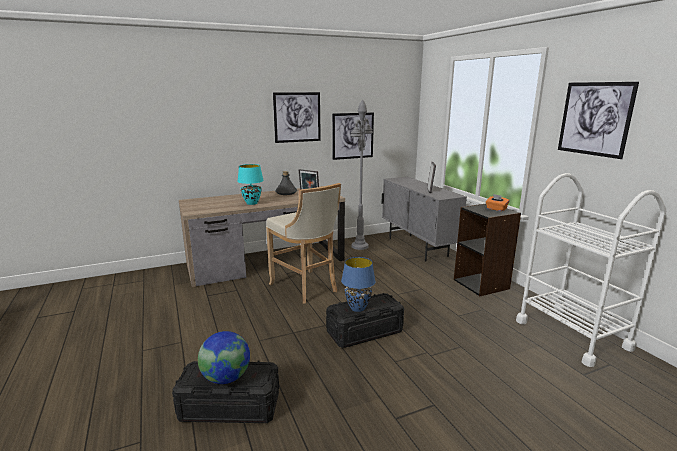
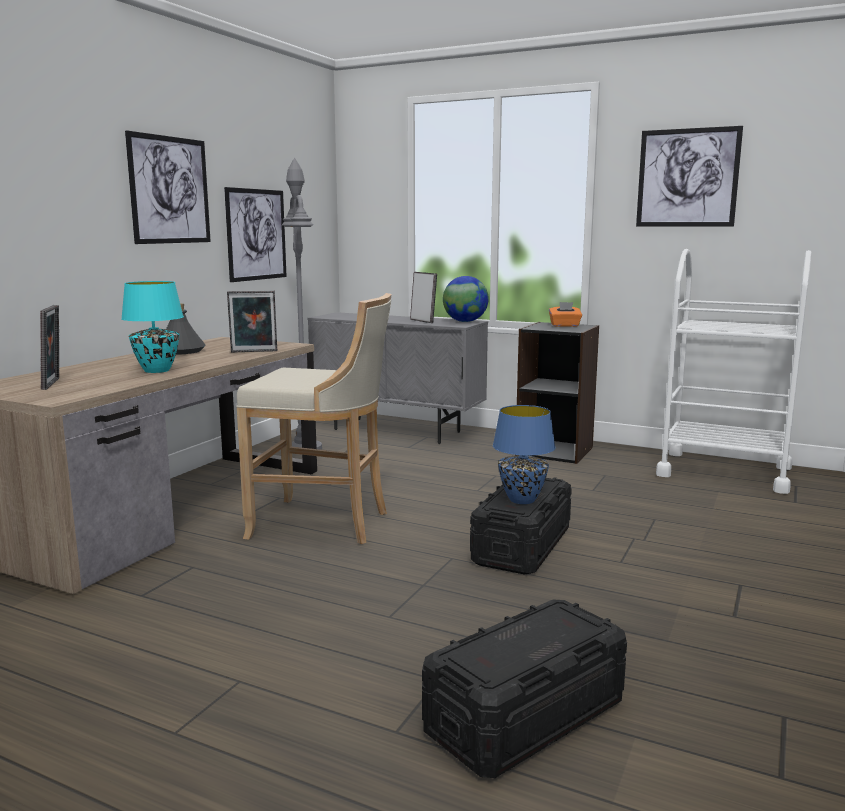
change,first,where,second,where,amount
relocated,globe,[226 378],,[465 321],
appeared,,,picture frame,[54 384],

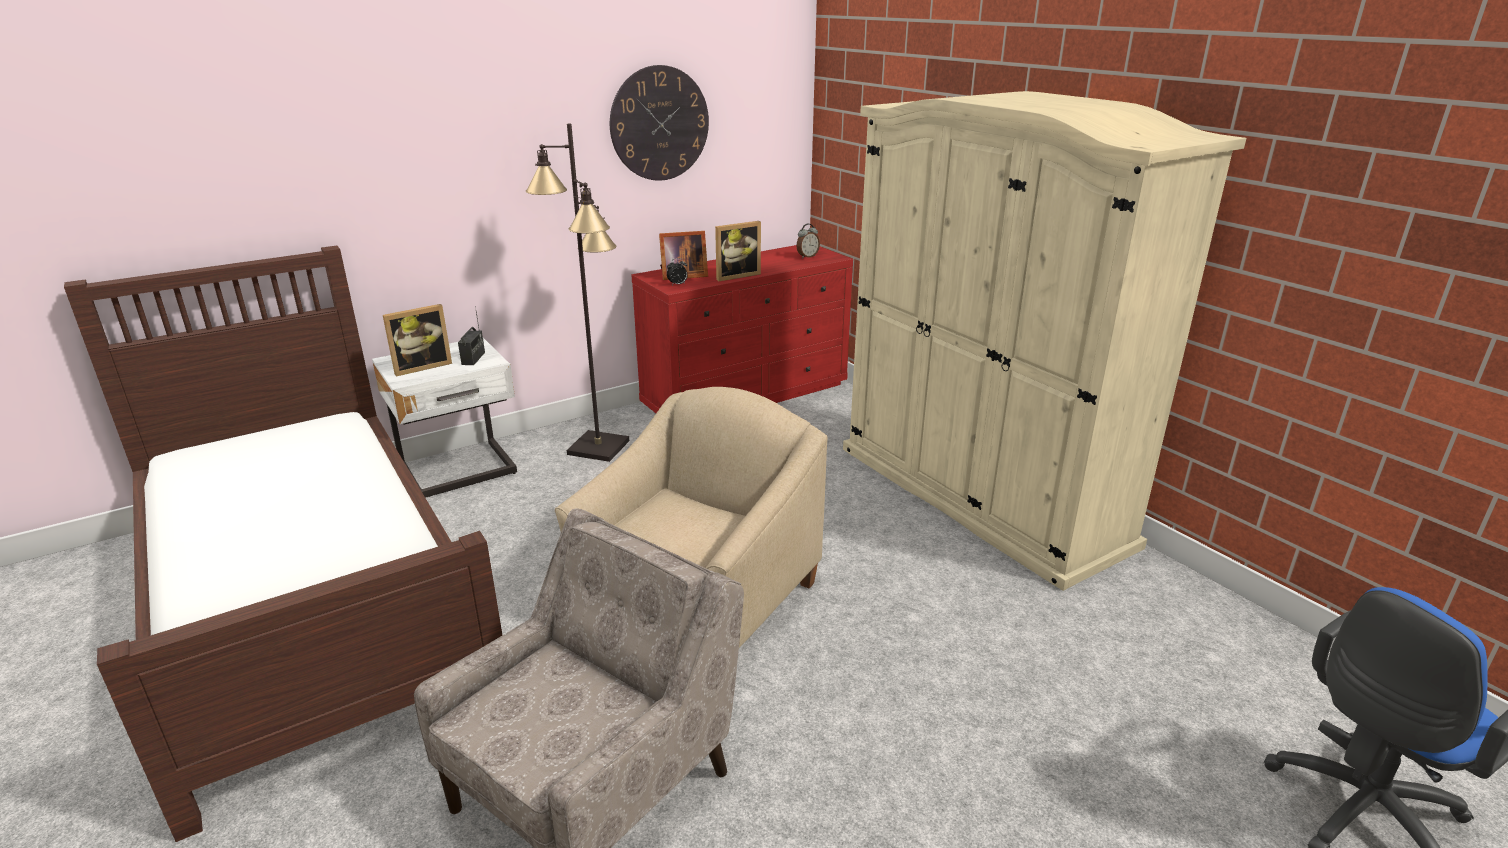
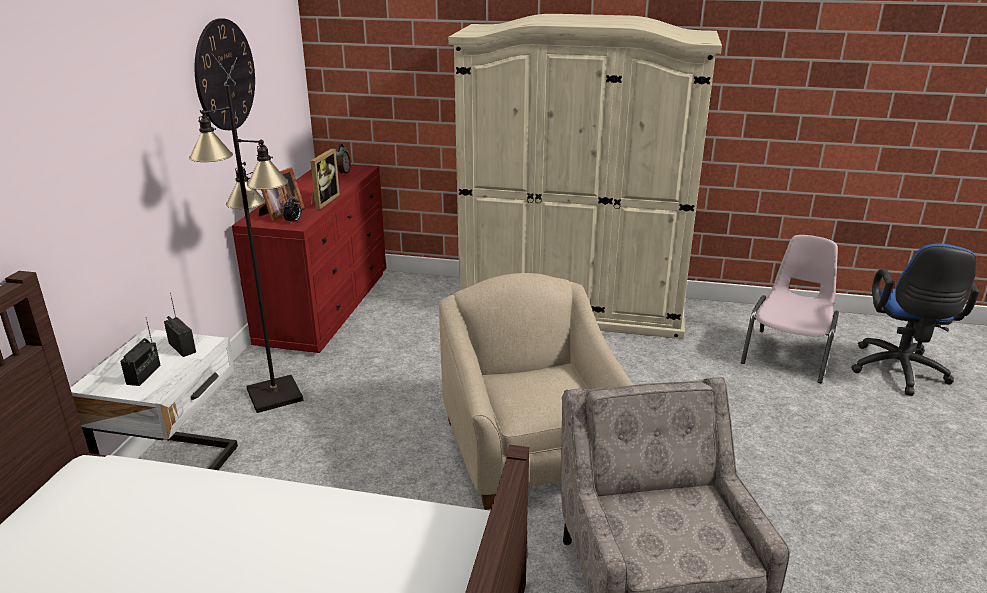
change,first,where,second,where,amount
exchanged,picture frame,[421 366],radio,[144 375],
appeared,,,chair in pink,[788 355],

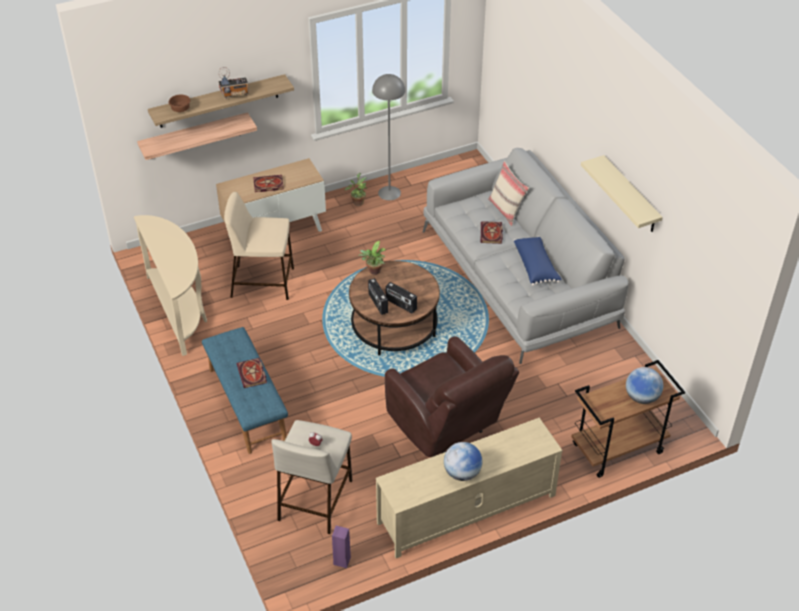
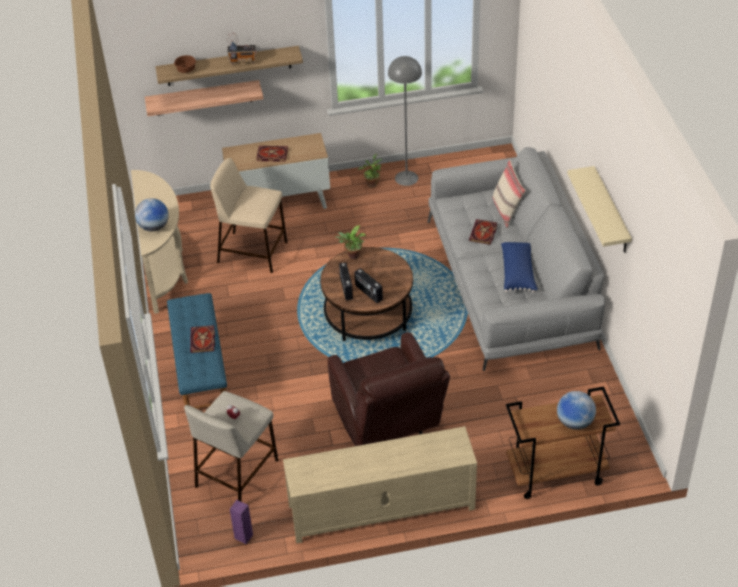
change,first,where,second,where,amount
relocated,globe,[462 473],,[154 227],

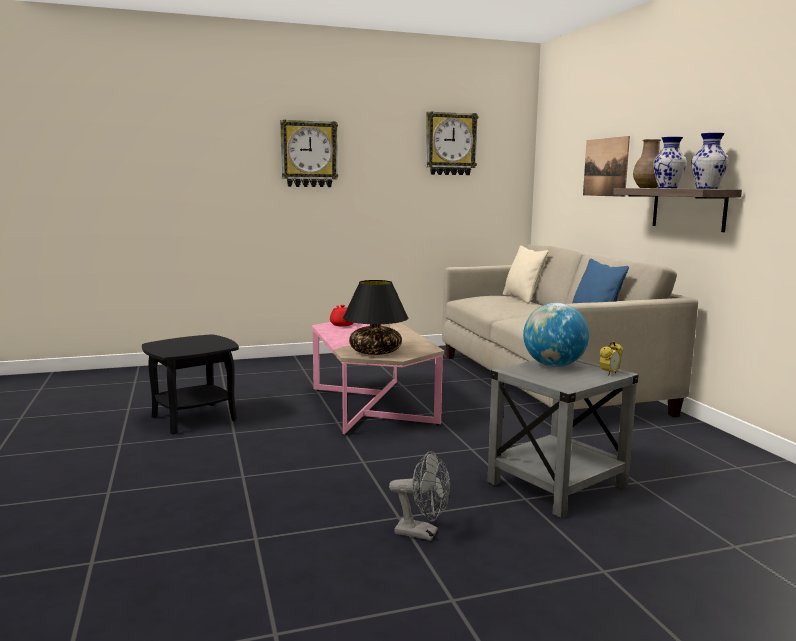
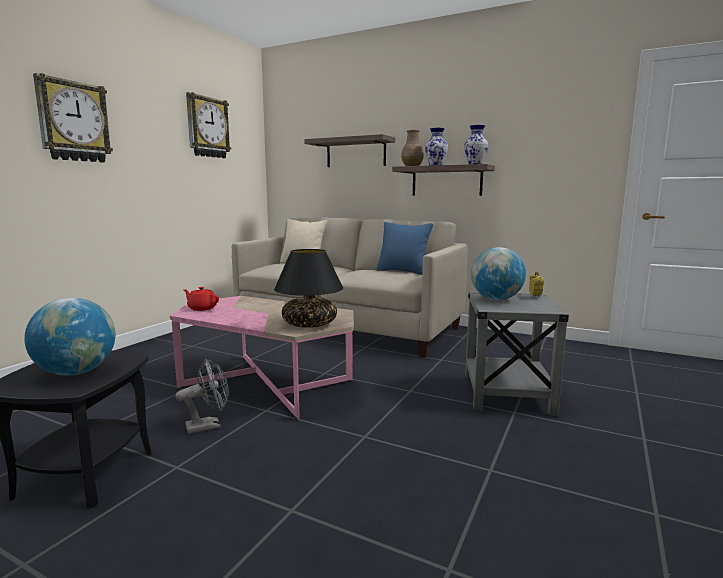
change,first,where,second,where,amount
relocated,fan in grey,[423 533],,[209 425],
exchanged,picture,[605 167],shelf,[356 153],
appeared,,,globe,[76 372],

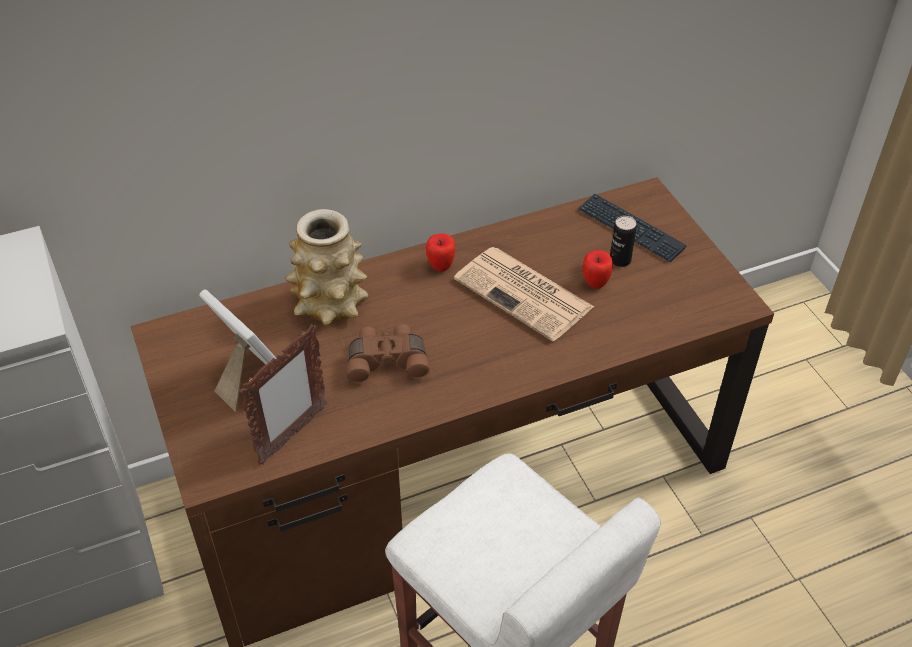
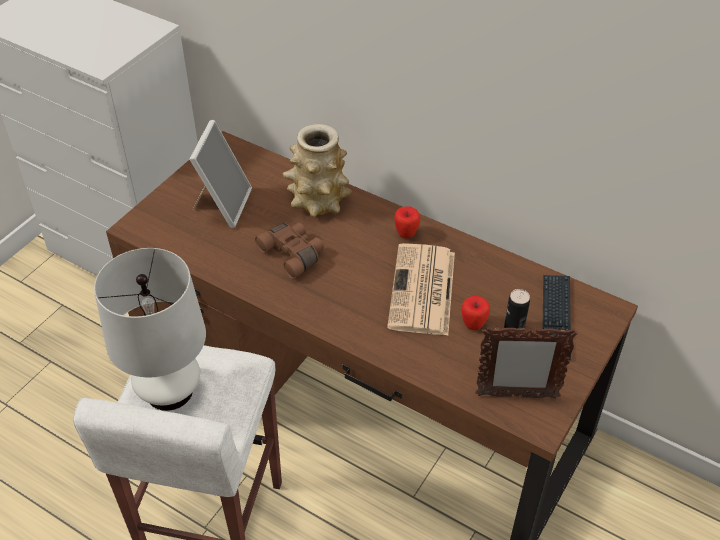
change,first,where,second,where,amount
relocated,picture frame,[292 435],,[516 396],
appeared,,,table lamp in white,[169 391],

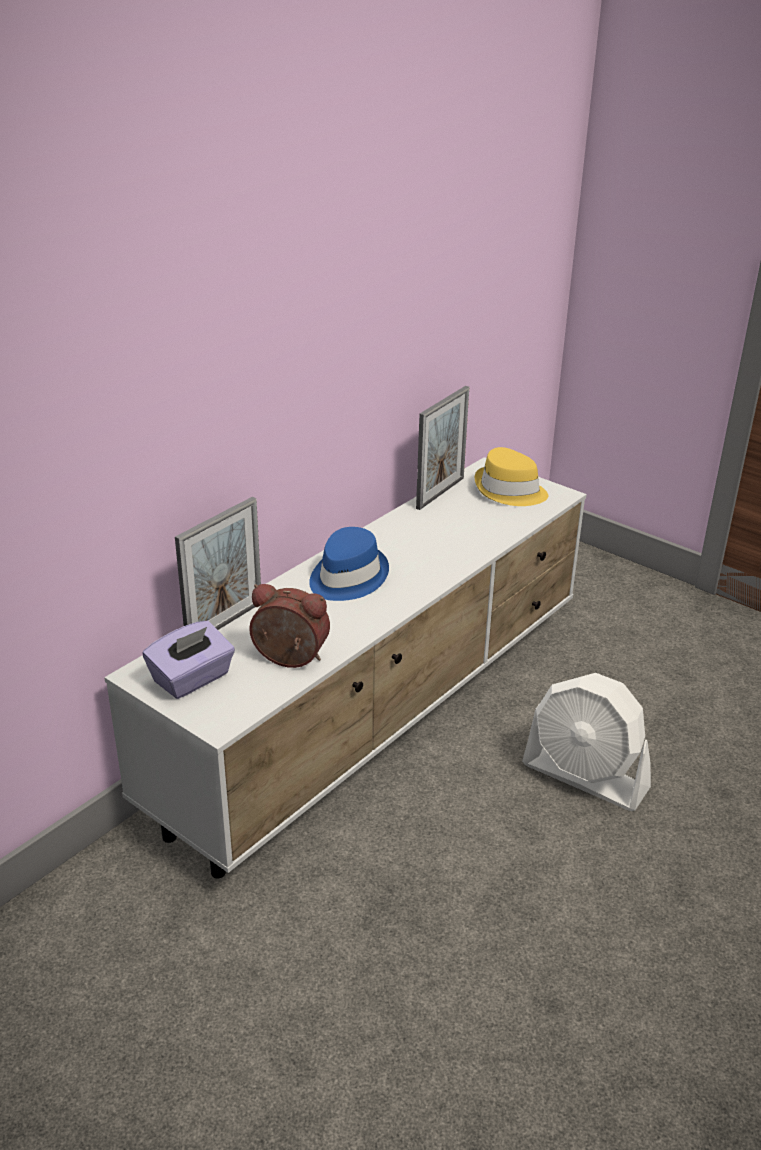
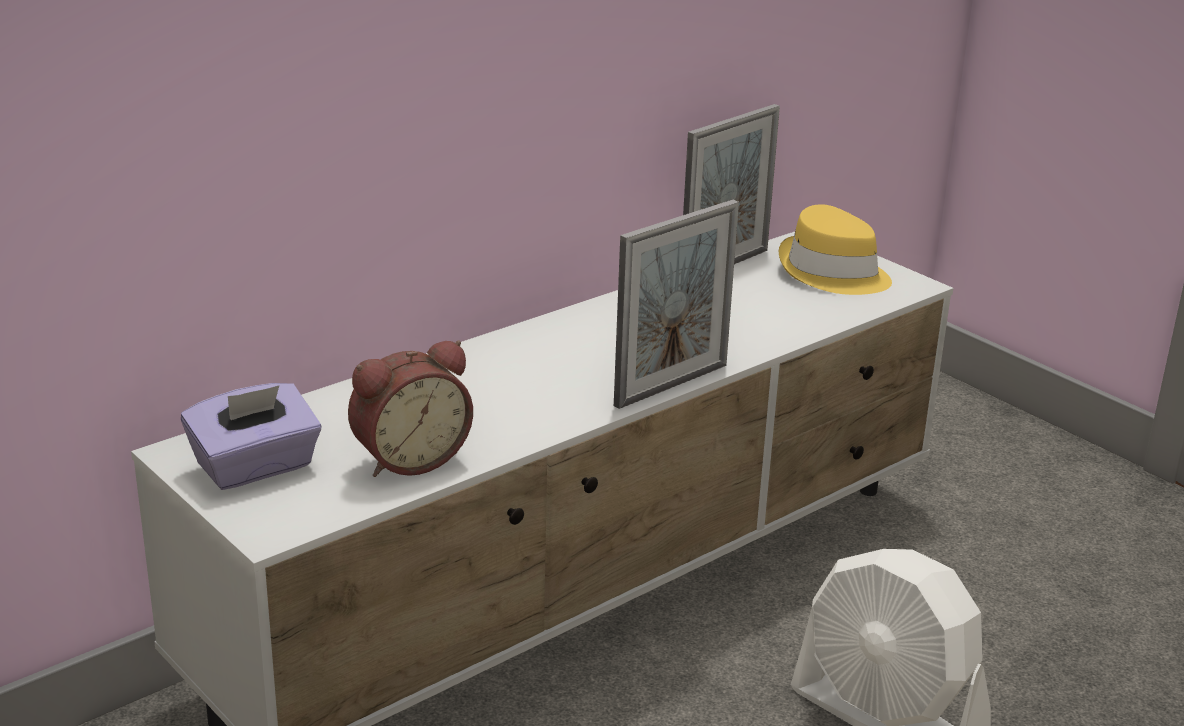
change,first,where,second,where,amount
relocated,picture frame,[225 623],,[671 385],
spun,alarm clock,[289 660],,[409 458],120 degrees clockwise
missing,hat in blue,[347 577],,,

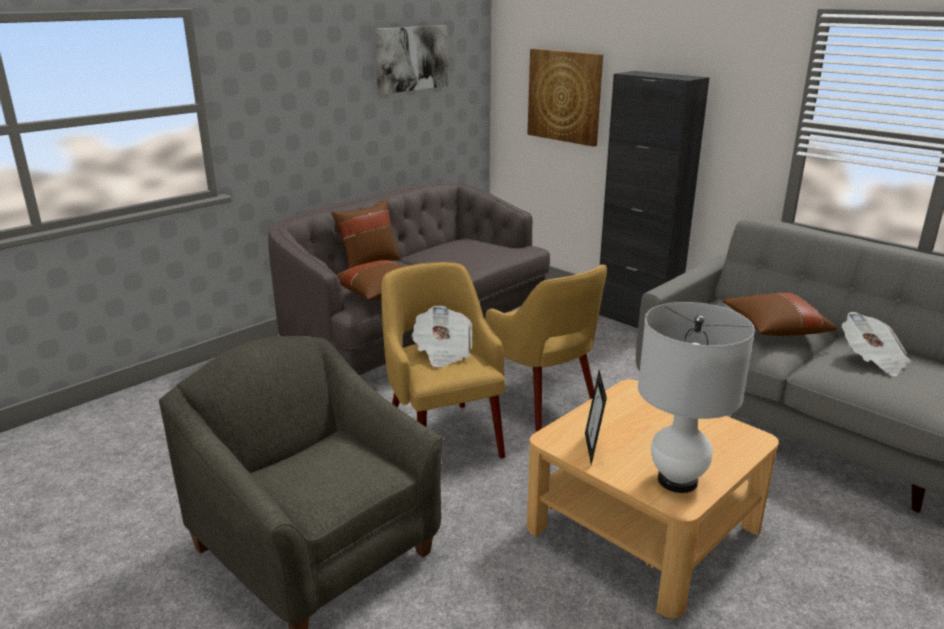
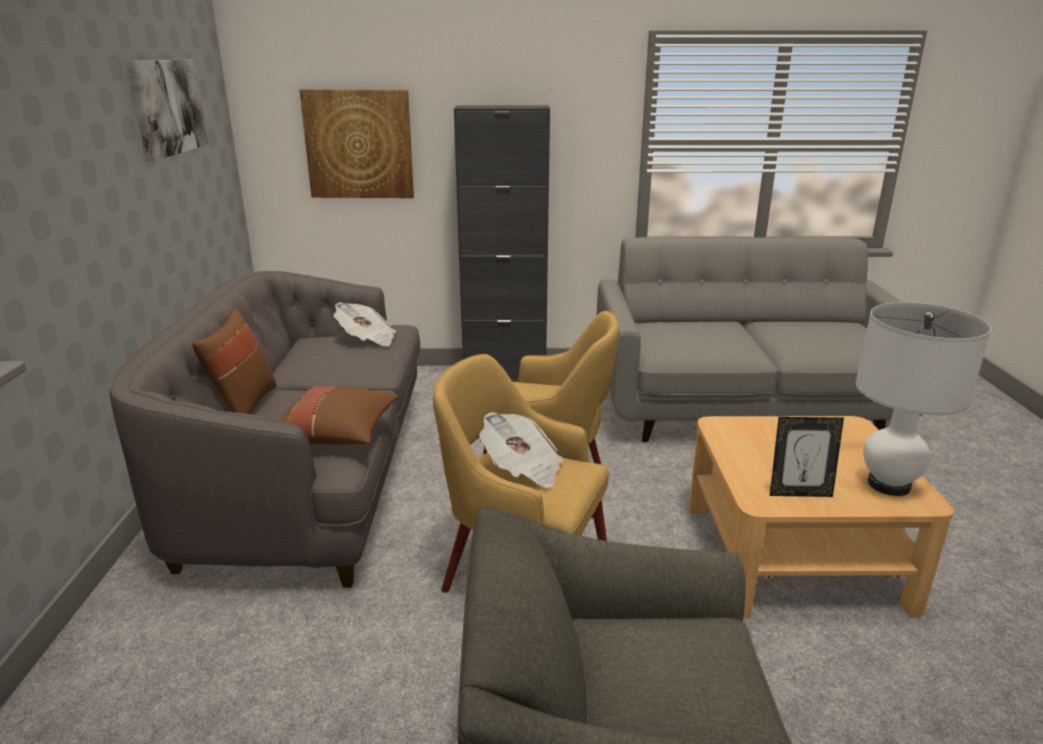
change,first,where,second,where,amount
spun,picture frame,[592 449],,[799 493],45 degrees counterclockwise
missing,pillow in brown,[774 329],,,
relocated,newspaper,[872 360],,[367 339],

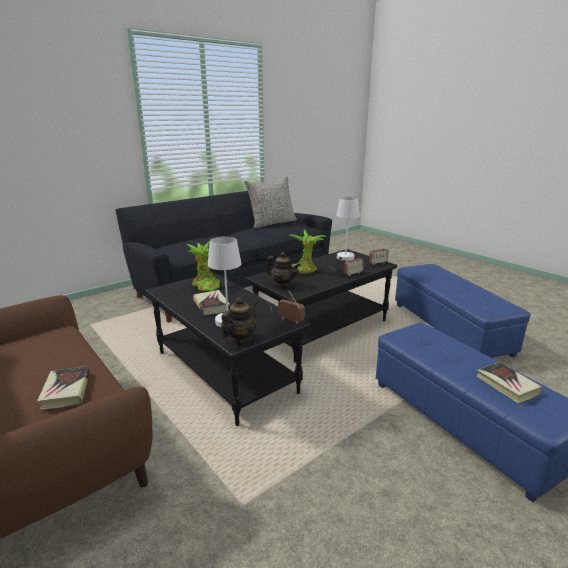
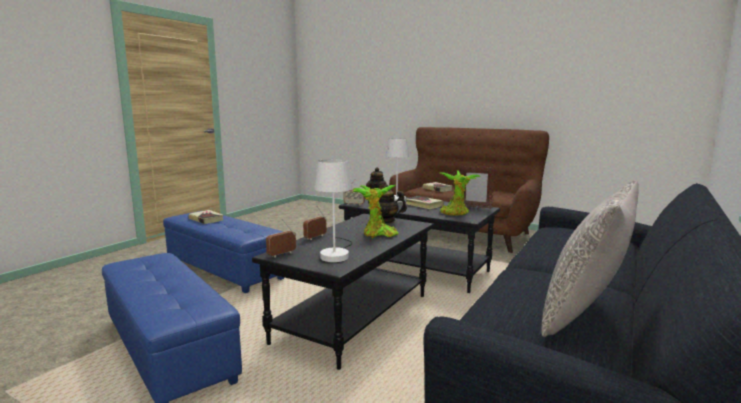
change,first,where,second,where,amount
appeared,,,picture frame,[475 207],

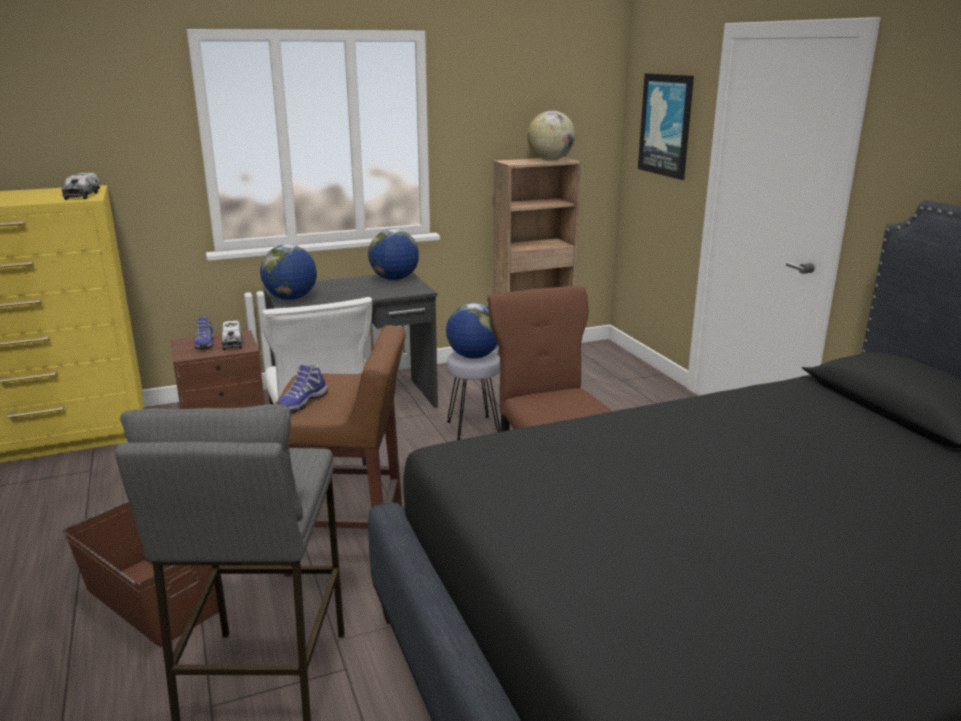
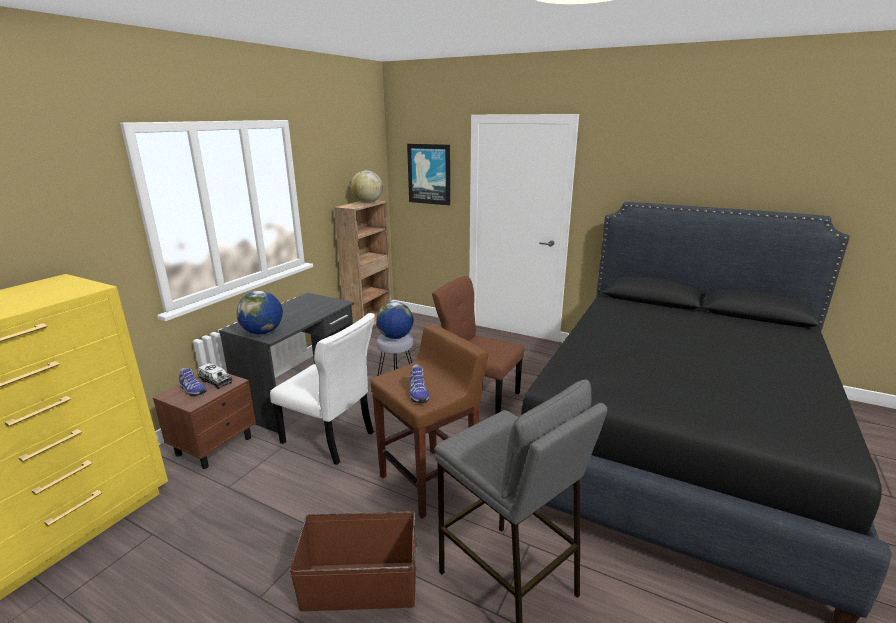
change,first,where,second,where,amount
missing,toy truck,[82 195],,,
missing,globe,[394 279],,,

